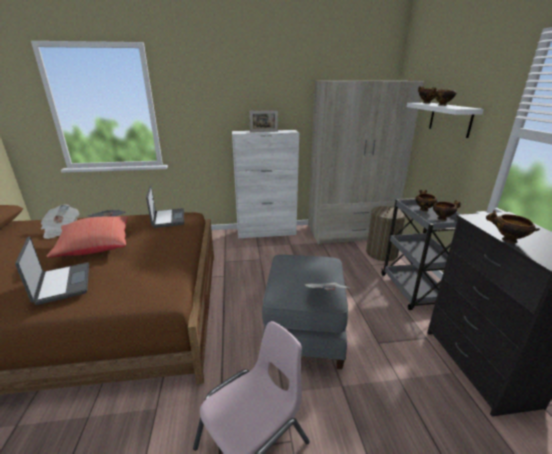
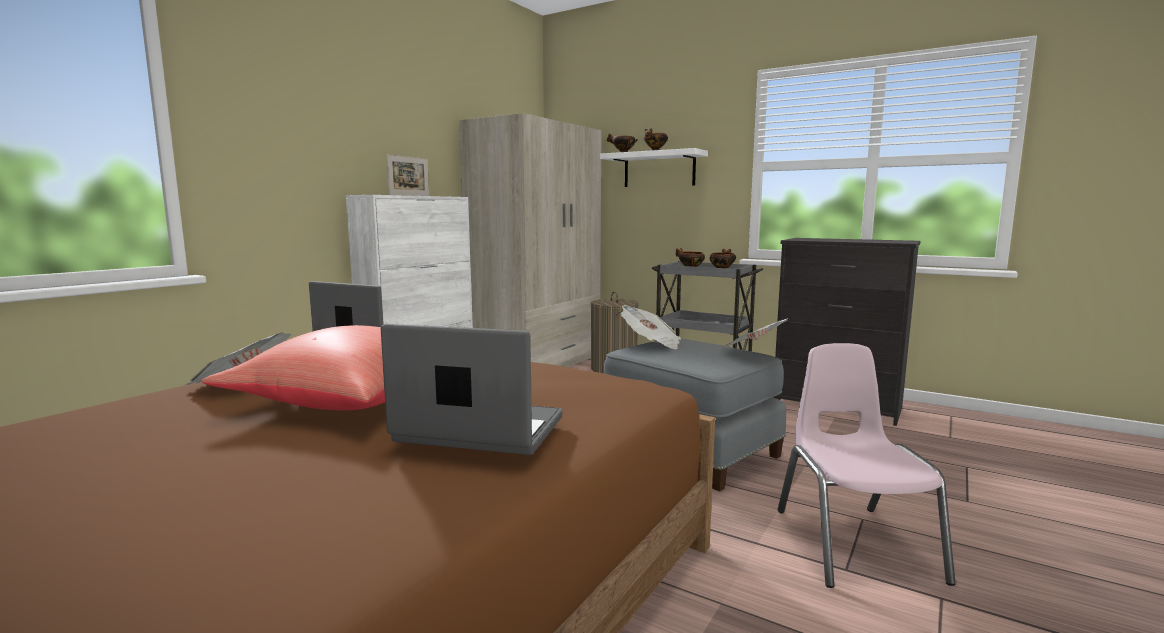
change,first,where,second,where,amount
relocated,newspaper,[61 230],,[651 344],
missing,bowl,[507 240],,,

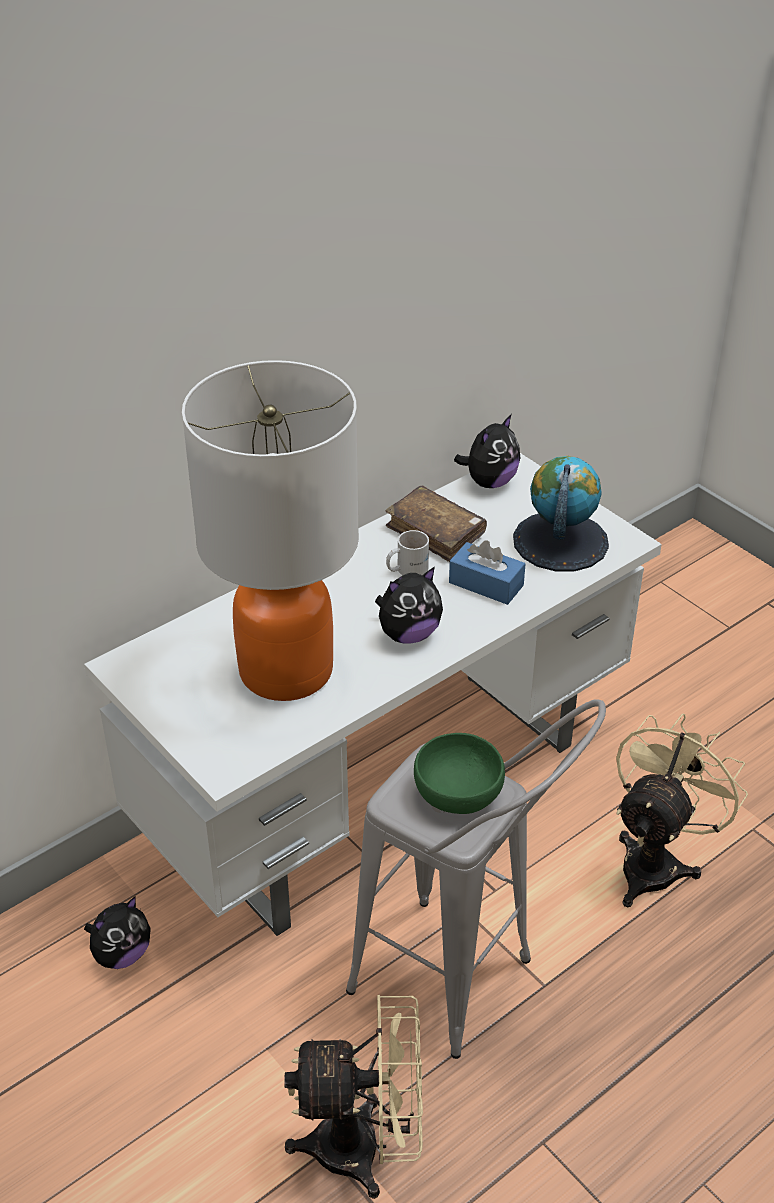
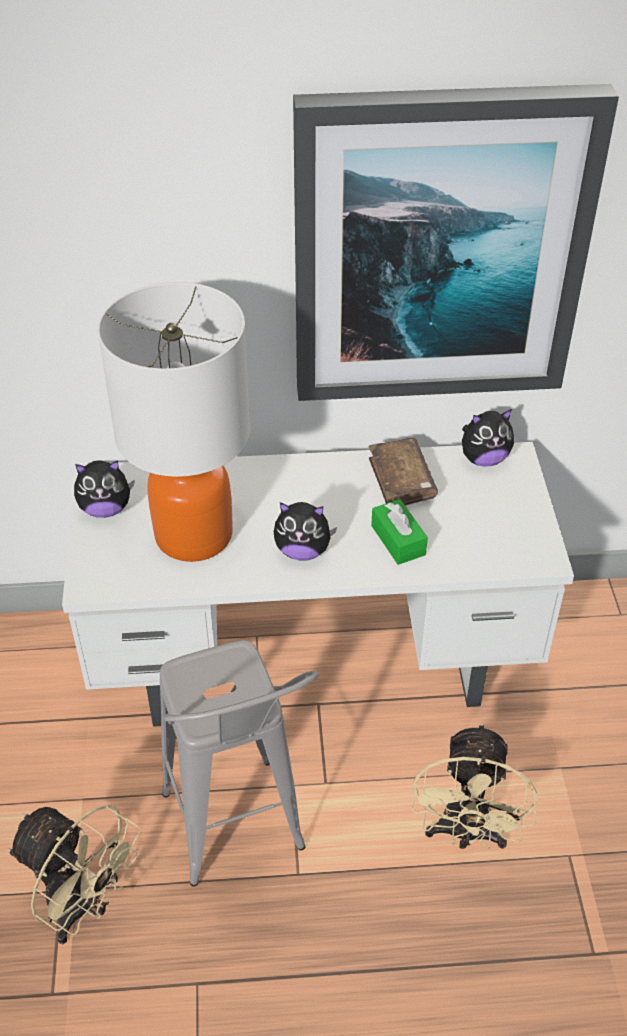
change,first,where,second,where,amount
relocated,plush toy,[121 954],,[106 509],
missing,mug in white,[406 569],,,
missing,bowl in green,[456 792],,,
colour,tissue box in blue,[486 584],tissue box in green,[398 540],
missing,globe,[560 541],,,
spun,fan in beige,[656 861],,[465 834],120 degrees clockwise
appeared,,,picture,[439 249],

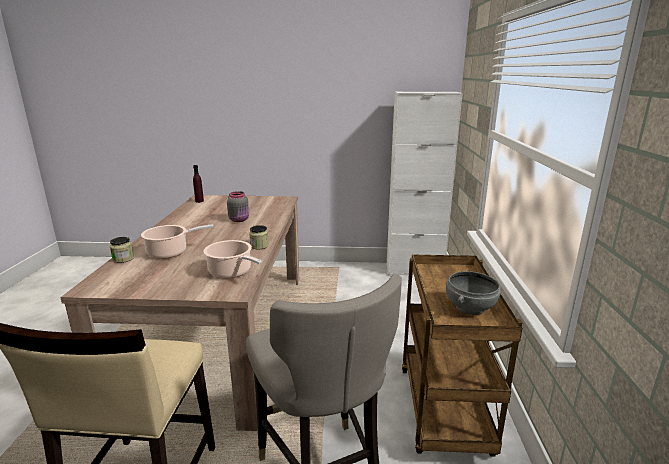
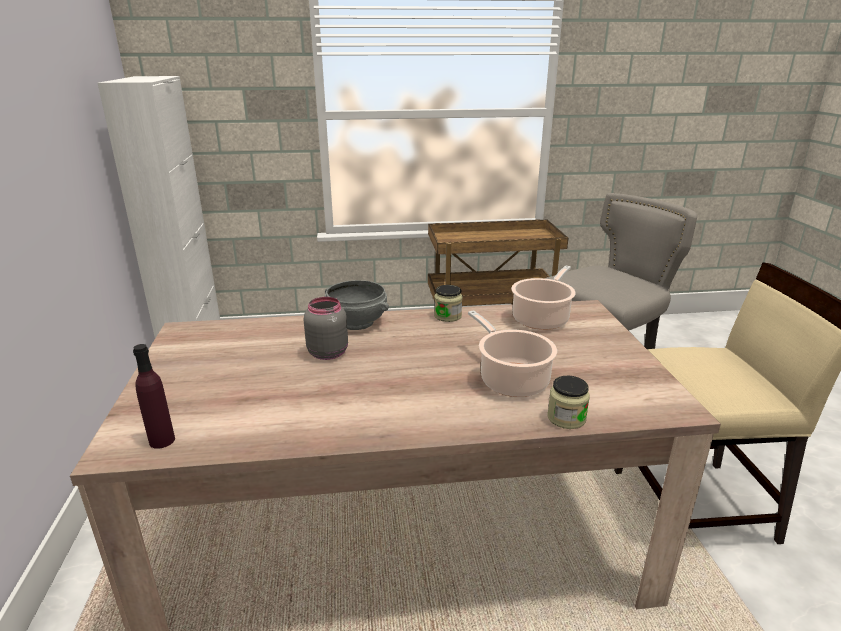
change,first,where,second,where,amount
relocated,bowl in grey,[469 307],,[356 323],

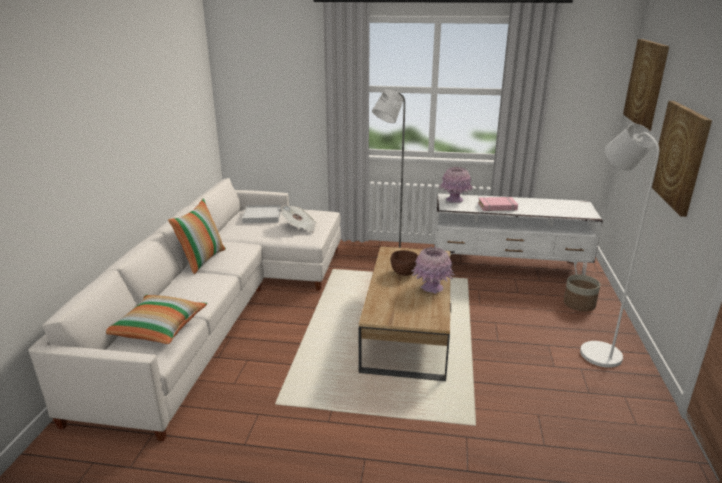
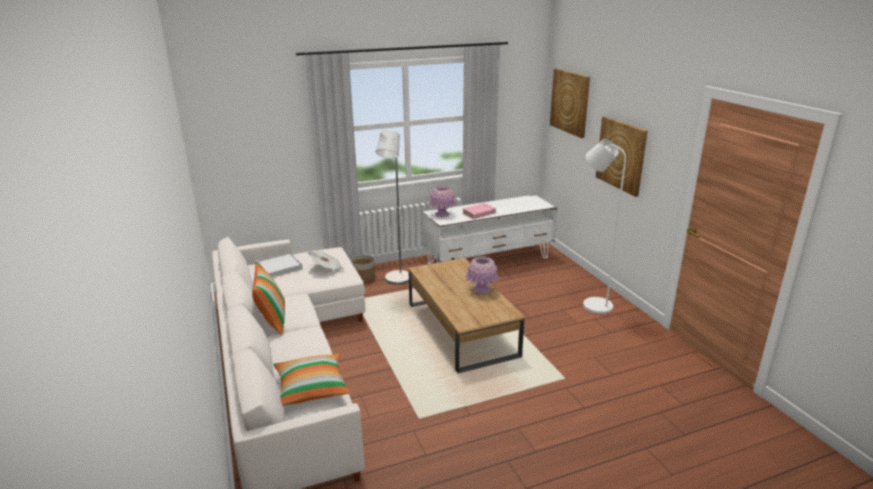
change,first,where,second,where,amount
missing,bowl in brown,[404 273],,,
relocated,planter,[579 304],,[363 278],

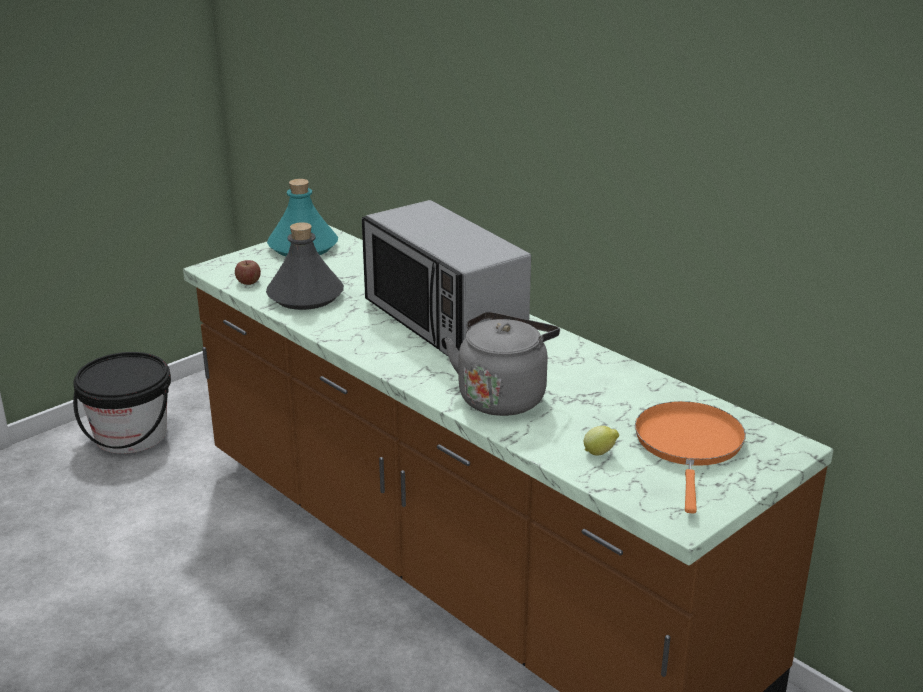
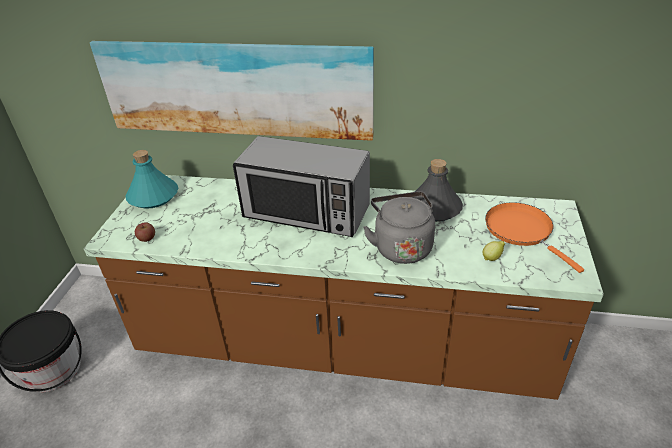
change,first,where,second,where,amount
relocated,bottle in grey,[306 296],,[434 208],
appeared,,,picture,[235 88],

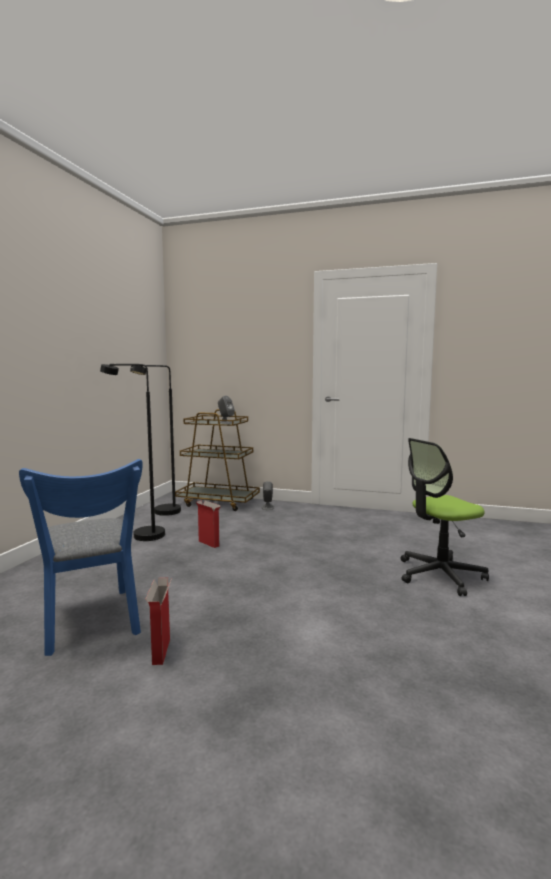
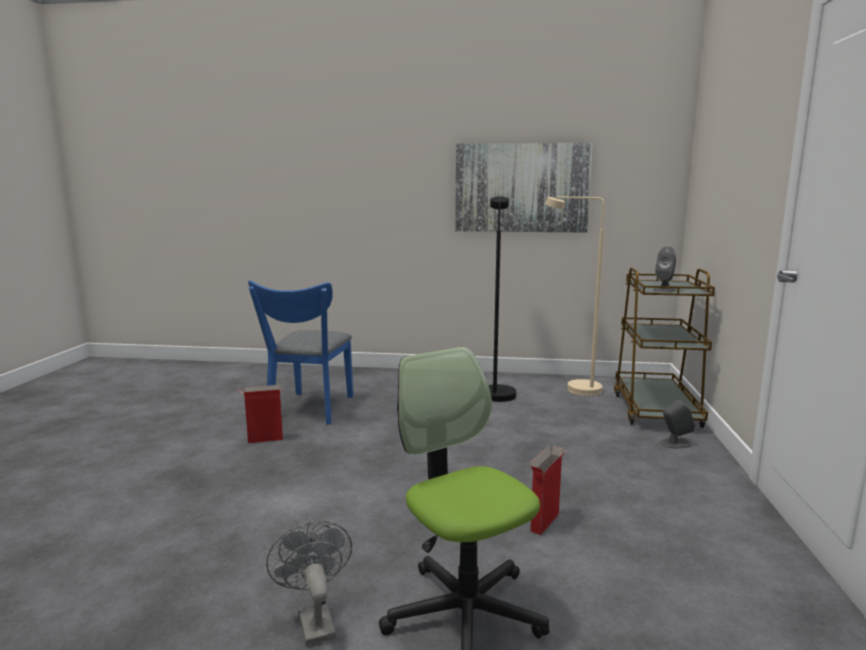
change,first,where,second,where,amount
spun,chair in blue,[91 624],,[309 410],45 degrees counterclockwise
colour,floor lamp in black,[162 513],floor lamp in beige,[574 389],
relocated,cardboard box,[209 543],,[544 523],
appeared,,,fan in grey,[314 620],
appeared,,,picture,[521 188],

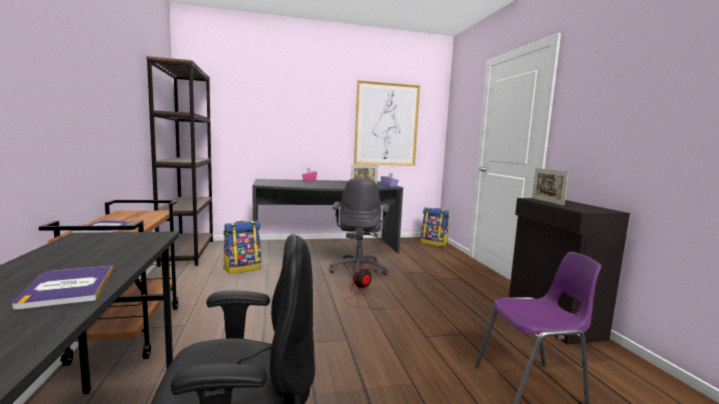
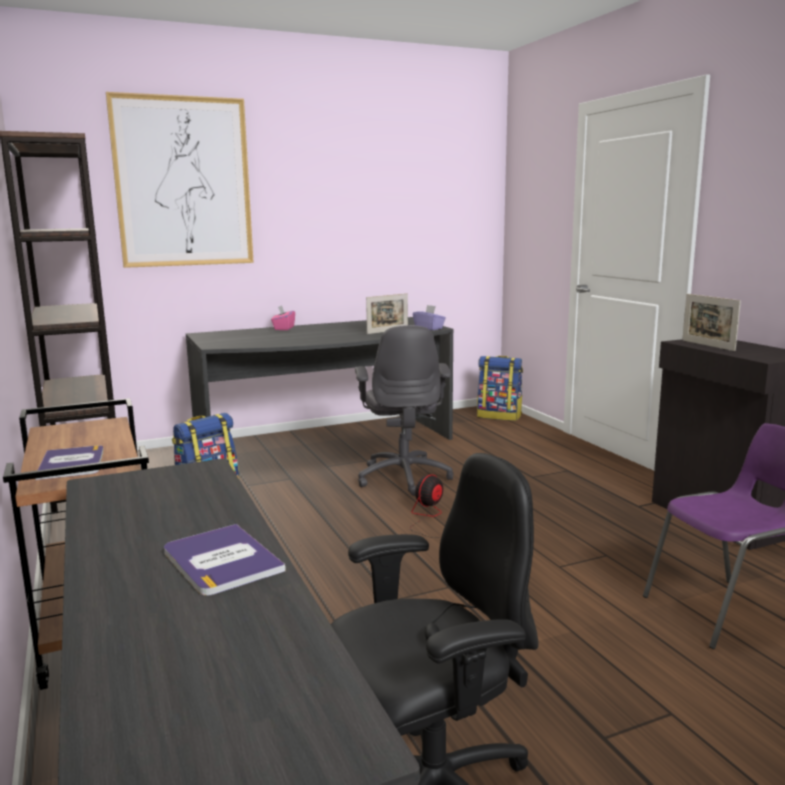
change,first,where,second,where,amount
relocated,picture,[386 124],,[183 182],

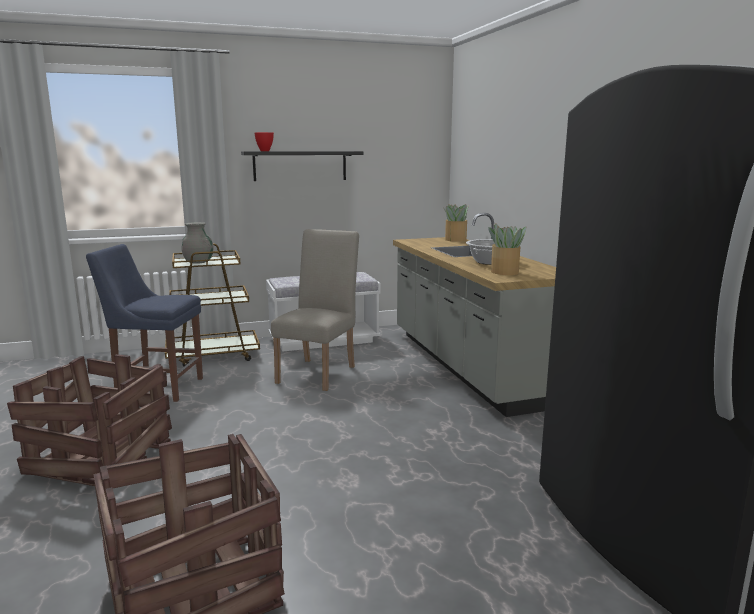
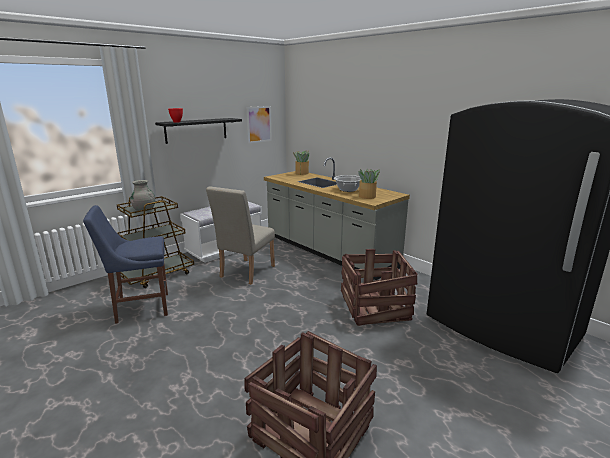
change,first,where,second,where,amount
relocated,crate,[102 456],,[374 307],
spun,chair in beige,[320 372],,[245 273],150 degrees counterclockwise
appeared,,,picture,[259 124],

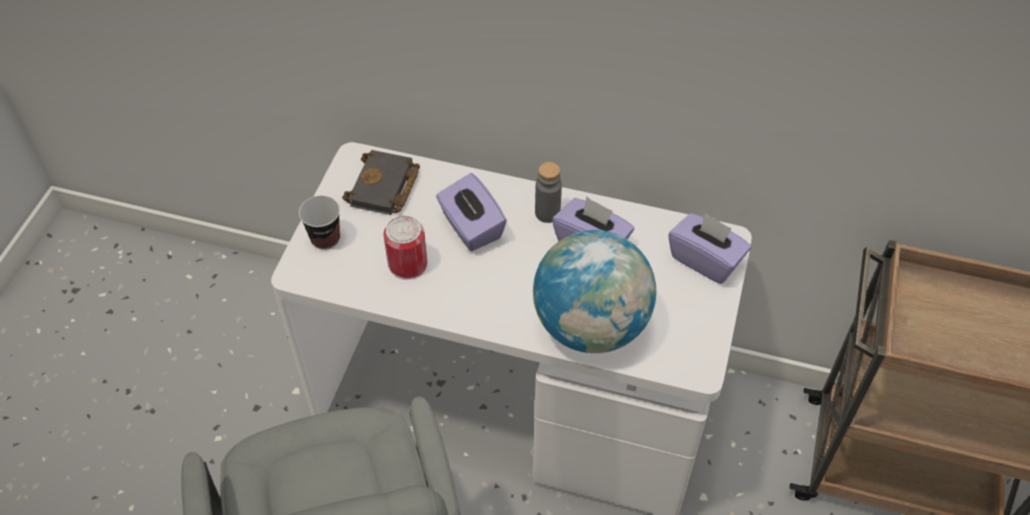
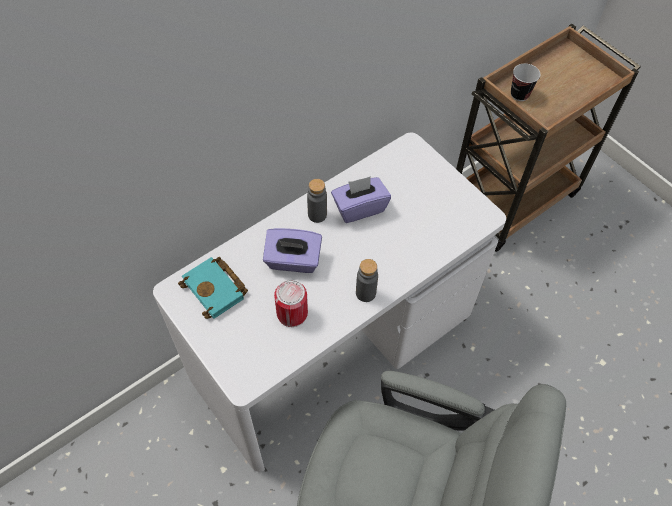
change,first,where,second,where,amount
relocated,cup,[325 239],,[519 94],
colour,book in black,[384 189],book in turquoise,[216 290],
missing,globe,[591 326],,,
missing,tissue box in purple,[705 260],,,
appeared,,,bottle in grey,[365 293],

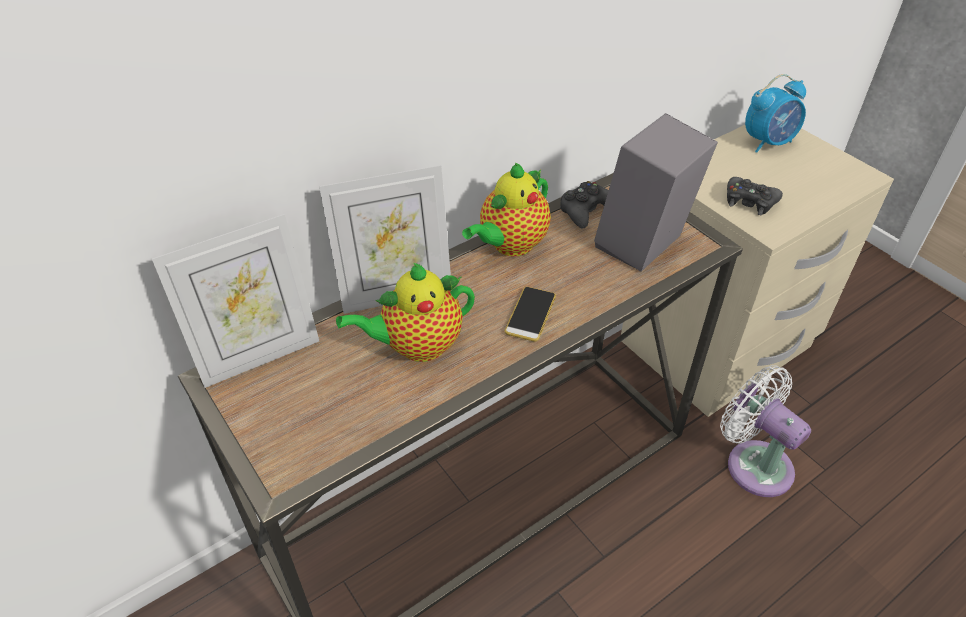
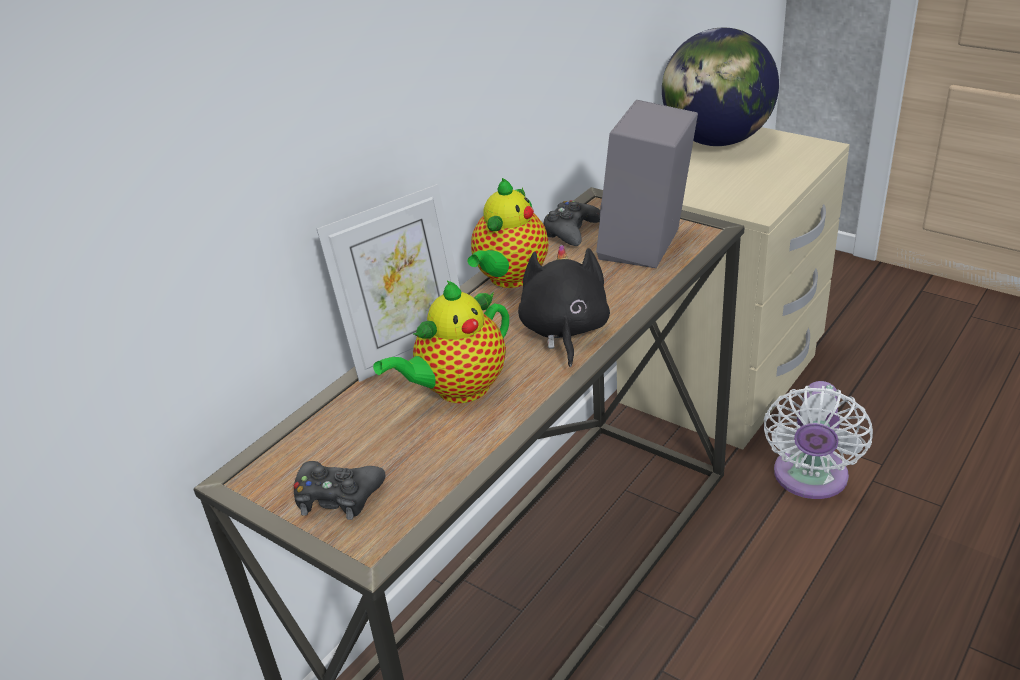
change,first,where,second,where,amount
missing,picture frame,[259 355],,,
exchanged,phone,[530 314],plush toy in black,[564 331],
spun,fan in white,[754 463],,[809 479],105 degrees counterclockwise
relocated,game controller in black,[749 201],,[337 496],
exchanged,alarm clock,[768 142],globe,[717 141],

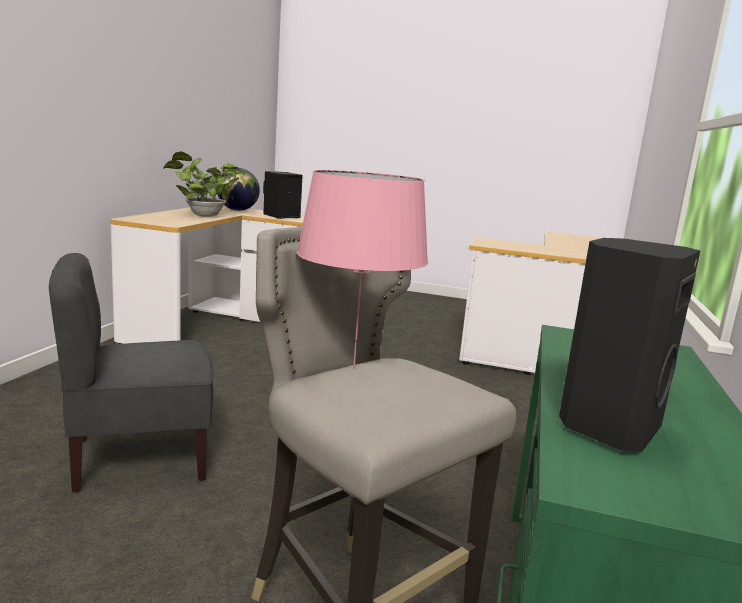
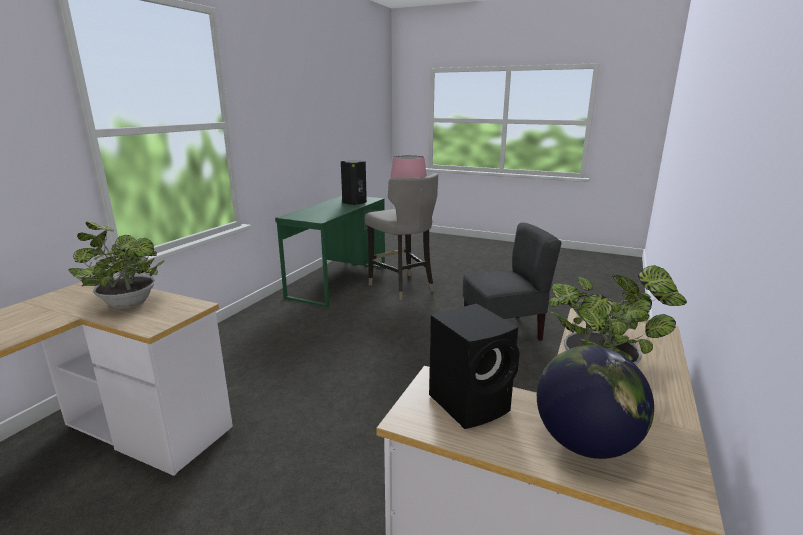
change,first,where,second,where,amount
appeared,,,potted plant,[126 303],

